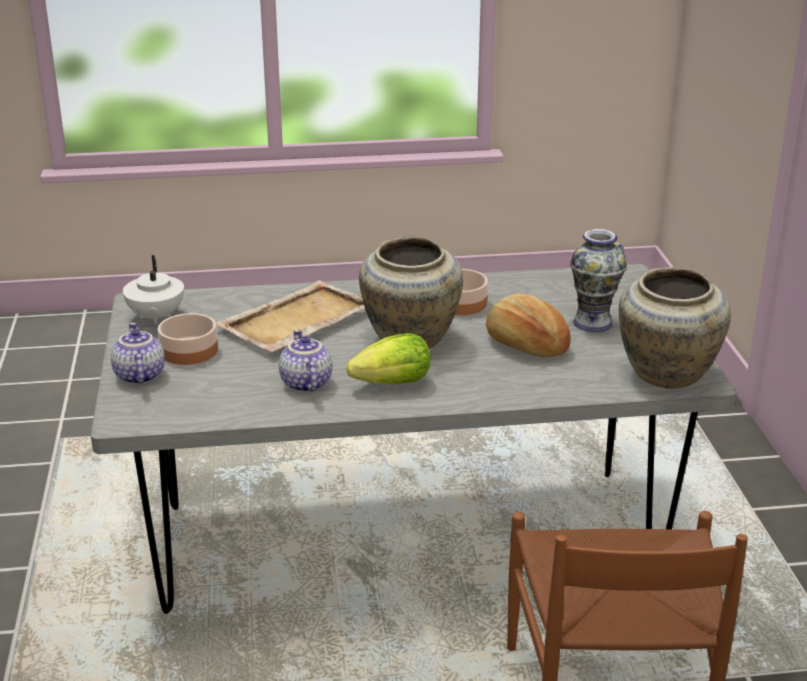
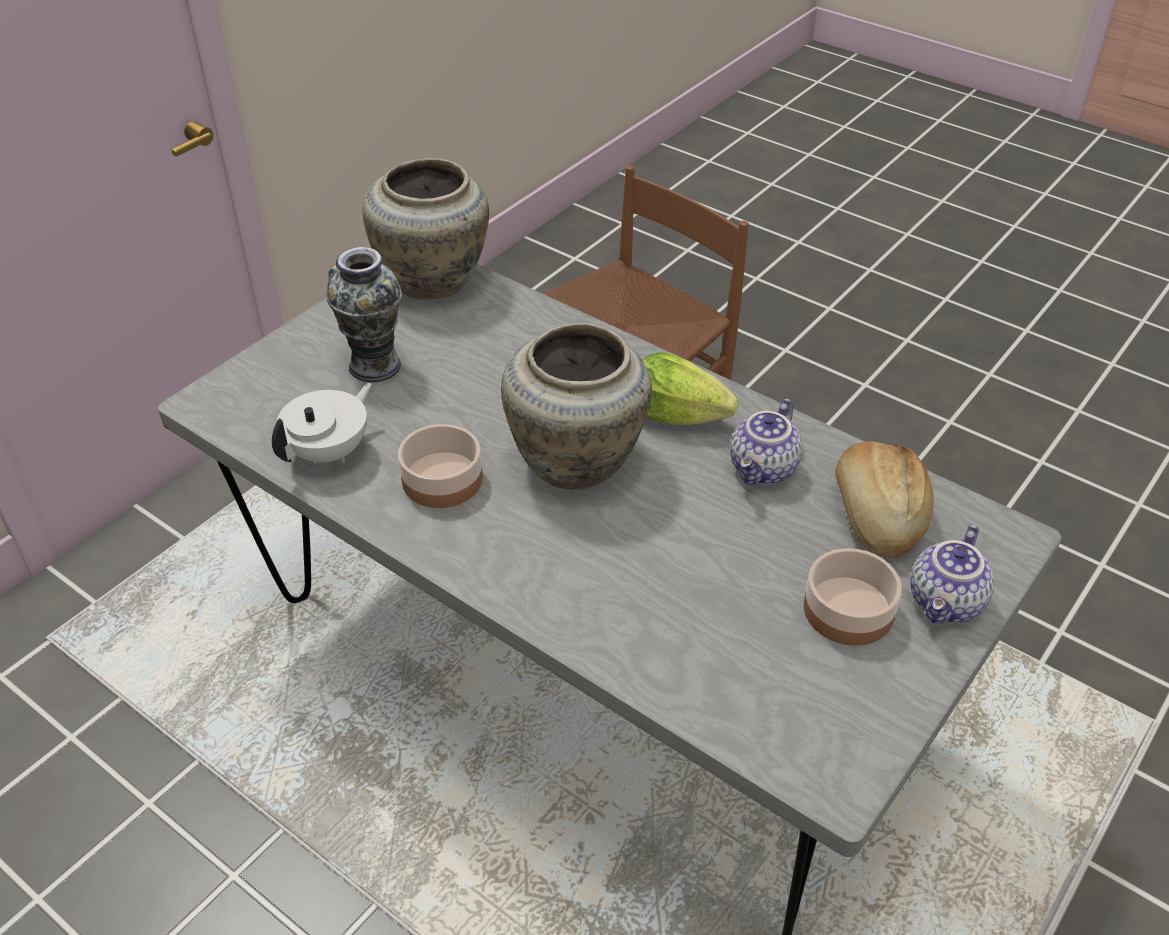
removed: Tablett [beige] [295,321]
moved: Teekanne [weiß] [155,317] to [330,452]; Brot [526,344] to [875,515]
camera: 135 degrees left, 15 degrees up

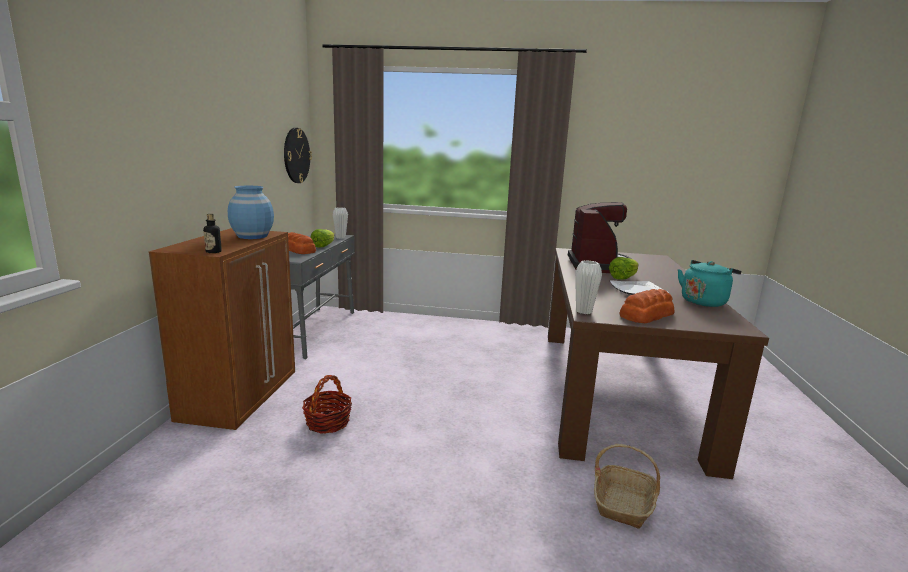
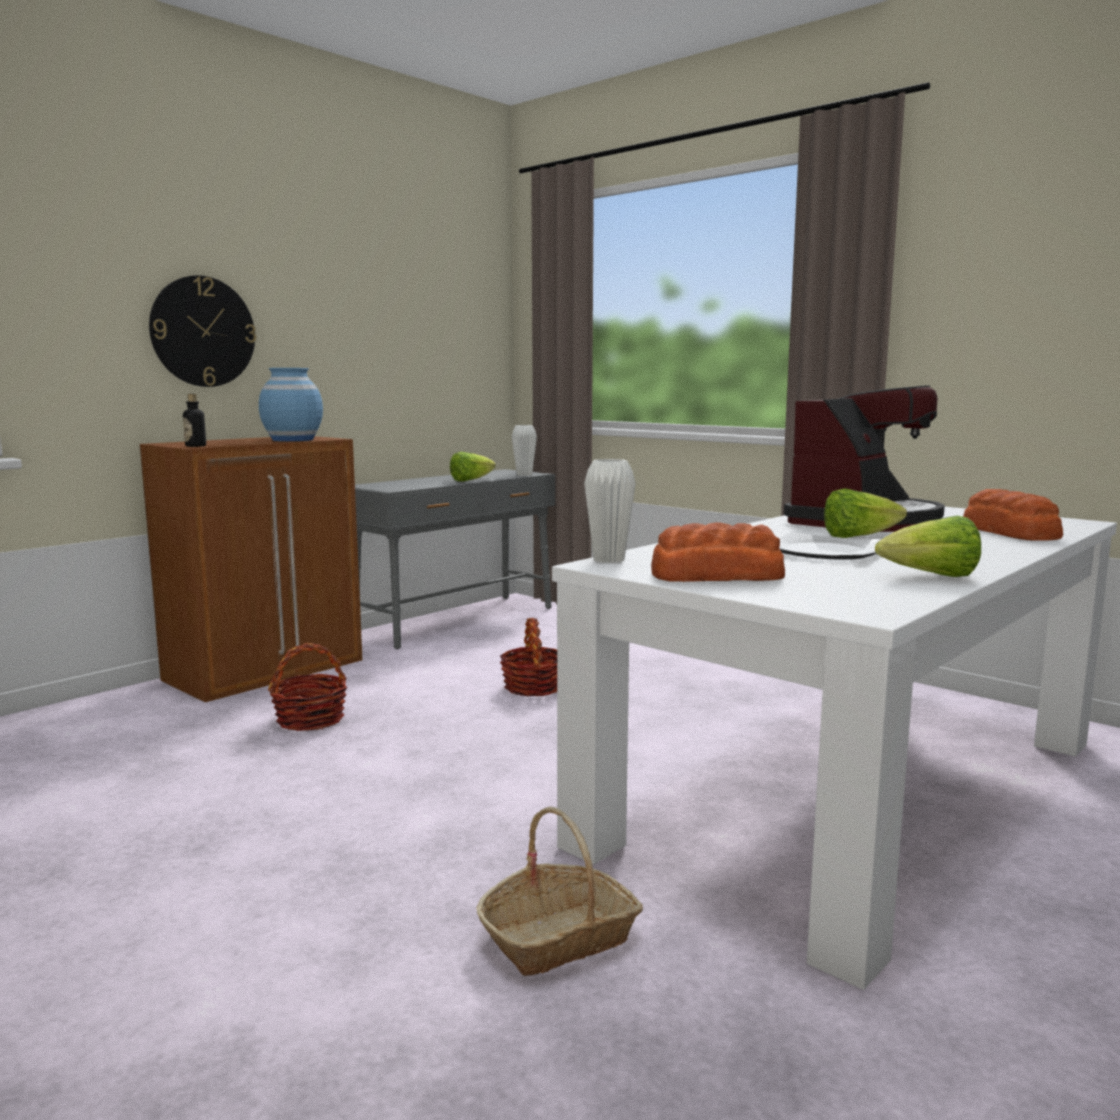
added: Korb [533,687]
moved: Wanduhr [296,155] to [203,331]; Brot [298,250] to [1010,532]
replaced: Wasserkessel [türkis] [704,301] to Salatkopf [931,577]
recoloured: Esstisch [braun] [616,389] to Esstisch [weiß] [854,790]
camera: 35 degrees right, 5 degrees down

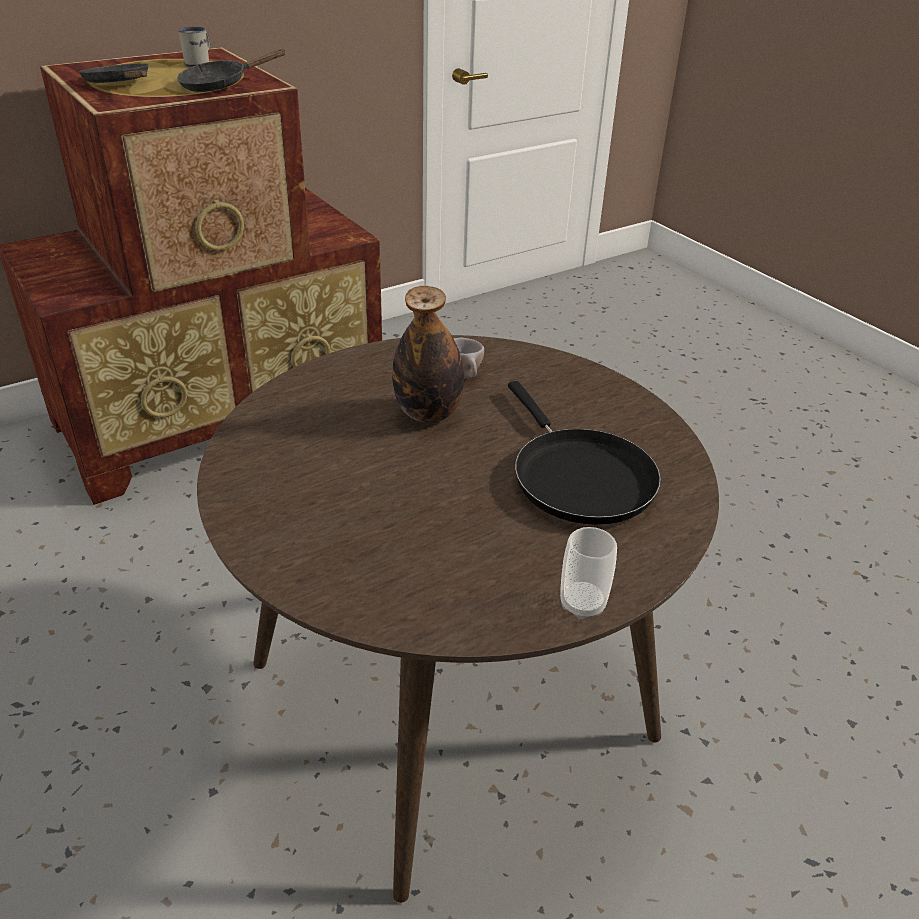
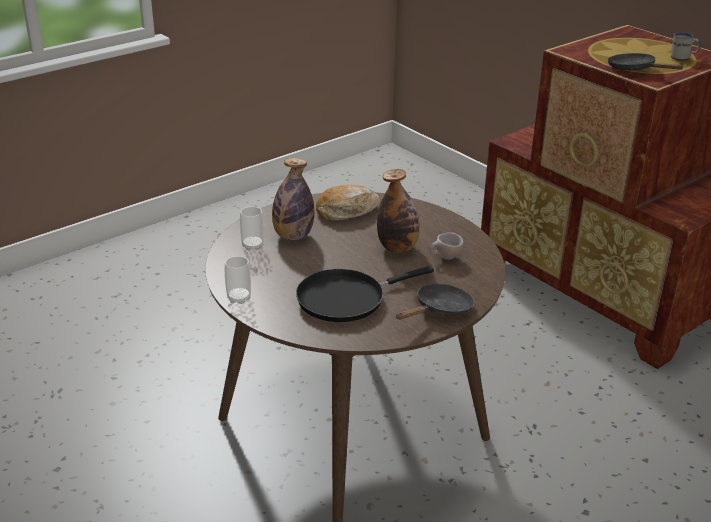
added: Tasse [252,246]; Flasche [293,236]; Brot [346,211]
moved: Pfanne [schwarz] [120,84] to [440,310]
camera: 85 degrees right, 5 degrees down

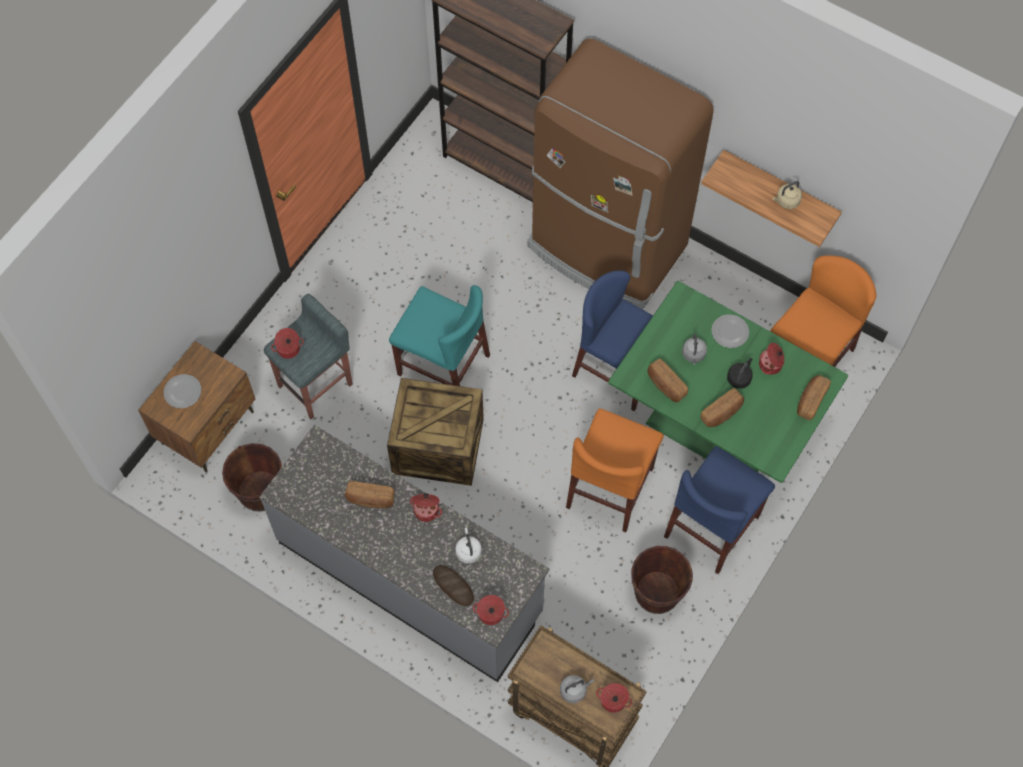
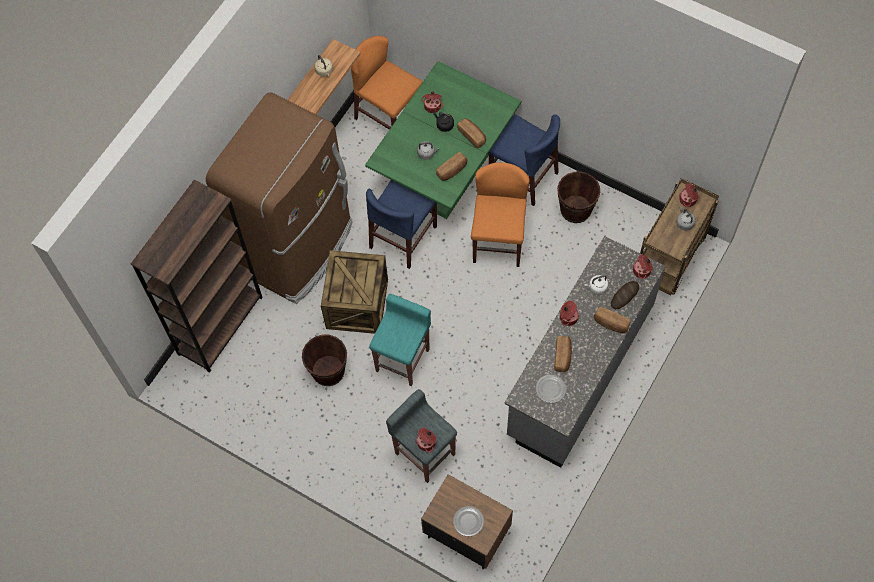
moved: Eimer [braun] [260,491] to [328,371]; Kiste [437,447] to [358,304]; Teller [730,332] to [550,389]; Brot [810,400] to [611,324]
replaced: Stuhl [türkis] [443,365] to Hocker [türkis] [403,359]
turned: Stuhl [orange] [610,487] = [498,240] 105 degrees counterclockwise
camera: 90 degrees left, 0 degrees up

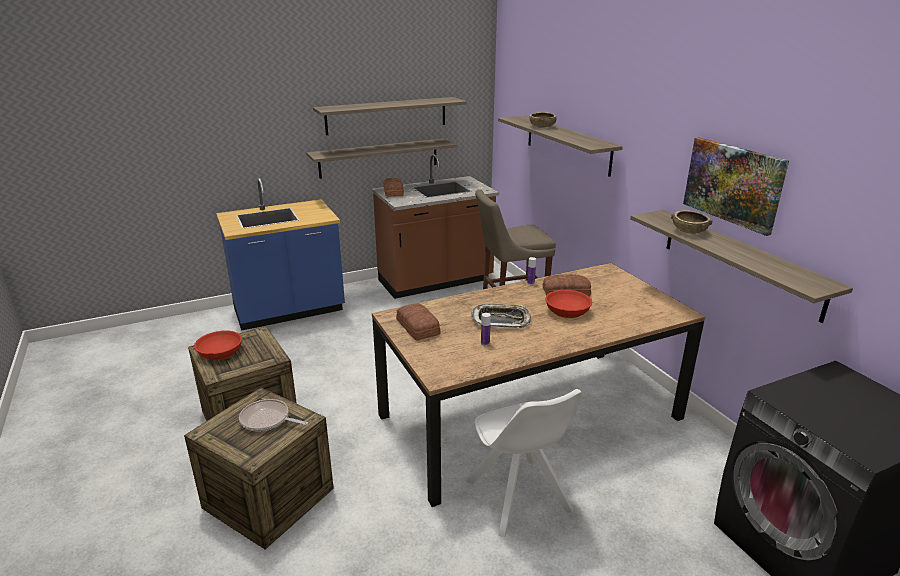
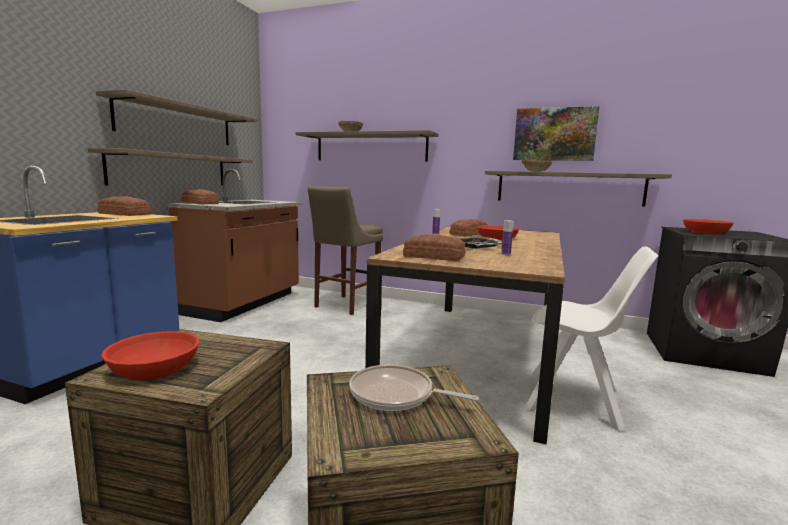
added: Brot [124,214]; Schüssel [rot] [705,232]
turned: Pfanne [267,420] = [396,395] 45 degrees clockwise
camera: 45 degrees left, 15 degrees down

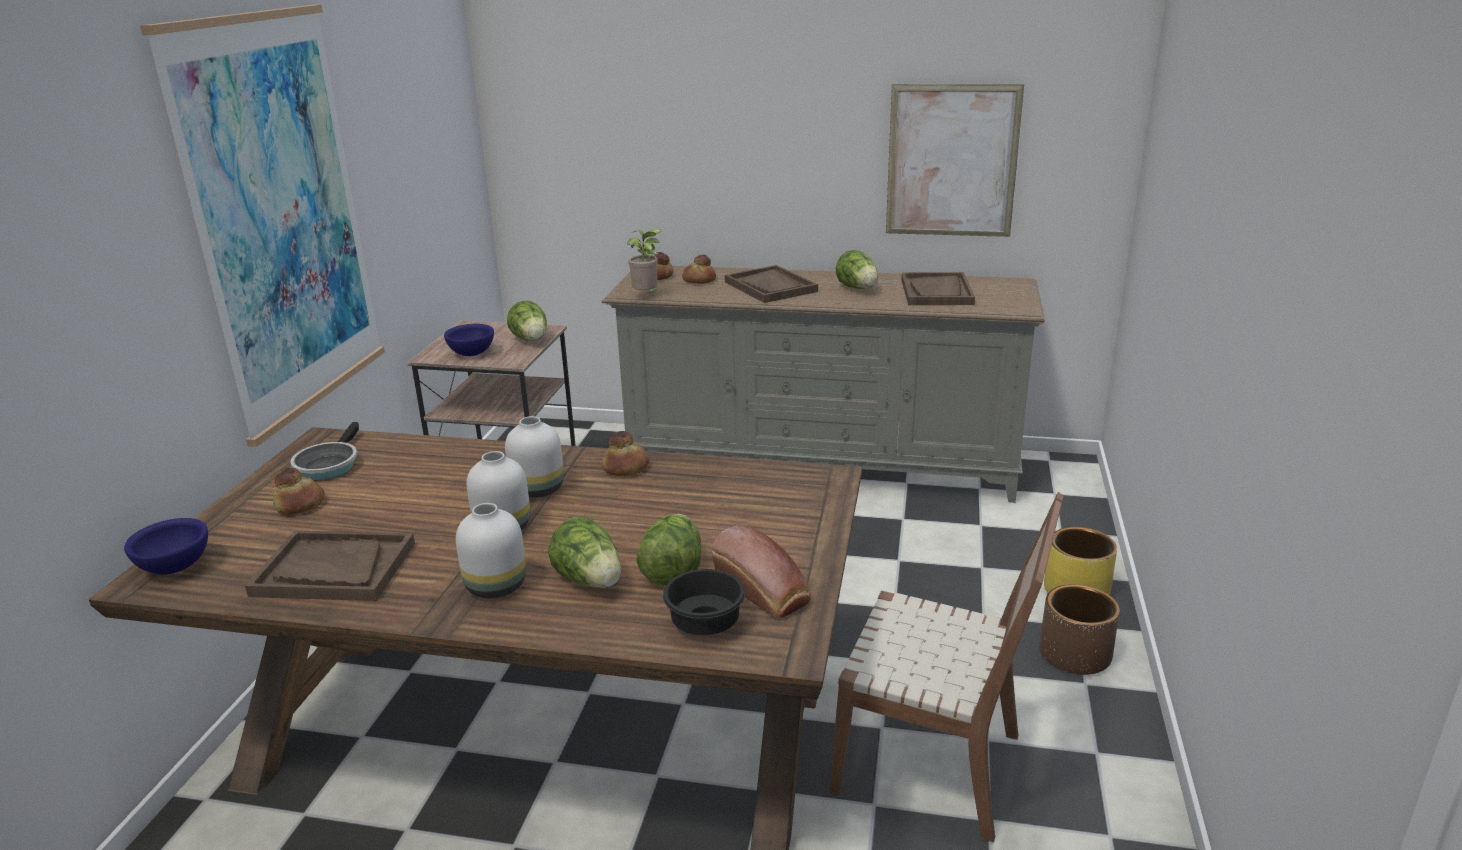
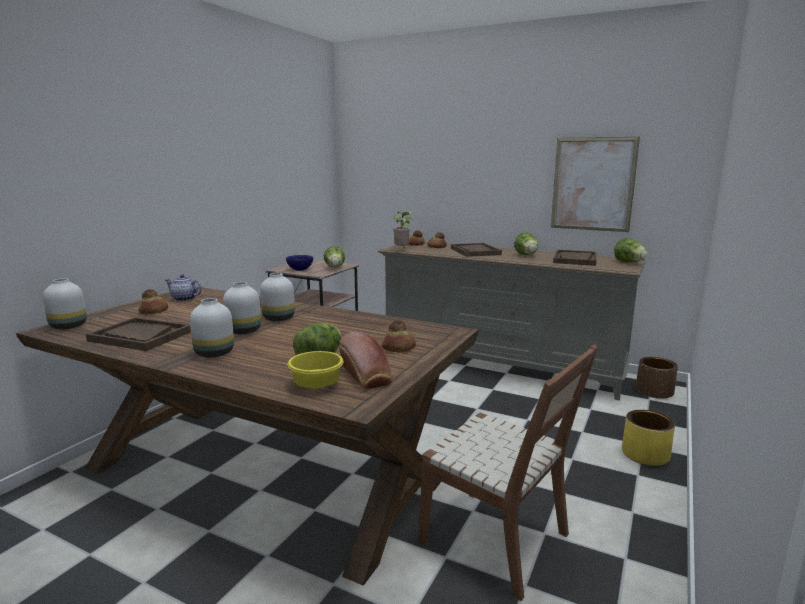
removed: Bild [280,219]
moved: Salatkopf [590,580] to [630,262]; Brot [626,467] to [399,347]; Pflanzkübel [braun] [1074,655] to [654,392]
replaced: Schüssel [blau] [174,567] to Vase [weiß] [68,326]; Pfanne [328,465] to Teekanne [184,299]
recoloured: Schüssel [schwarz] [704,622] to Schüssel [gelb] [316,384]
camera: 15 degrees right, 10 degrees down

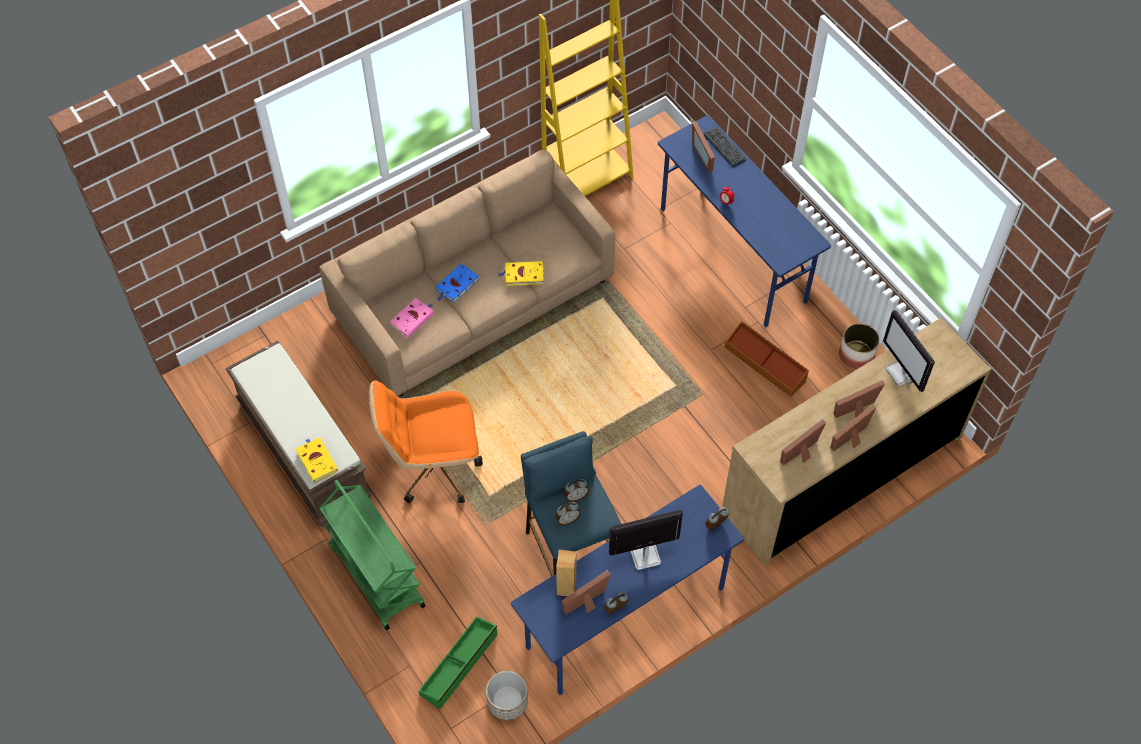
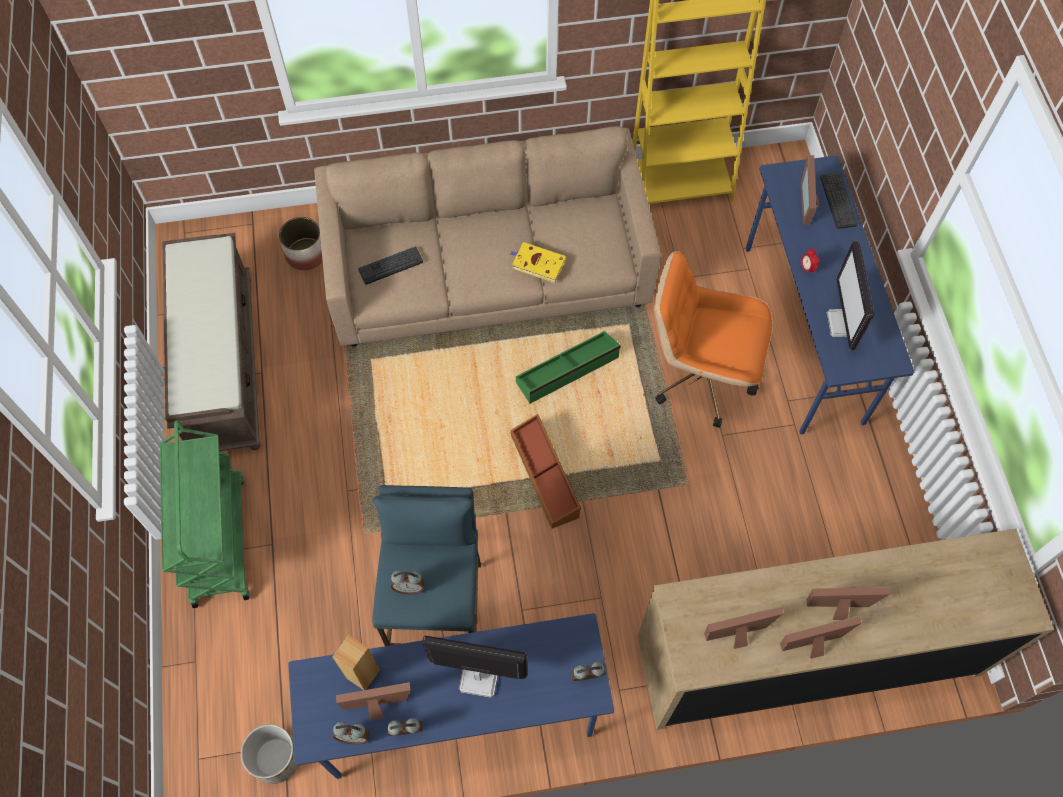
removed: Buch [gelb] [316,460]; Buch [blau] [456,285]
moved: Bürostuhl [orange] [433,470] to [699,379]; Aufbewahrungsbox [grün] [459,665] to [568,371]; Wecker [576,496] to [354,736]; Aufbewahrungsbox [braun] [765,363] to [545,475]; Pflanzkübel [856,355] to [306,254]; Monitor [902,373] to [844,324]
replaced: Buch [rosa] [413,319] to Tastatur [390,266]
camera: 25 degrees right, 5 degrees up

